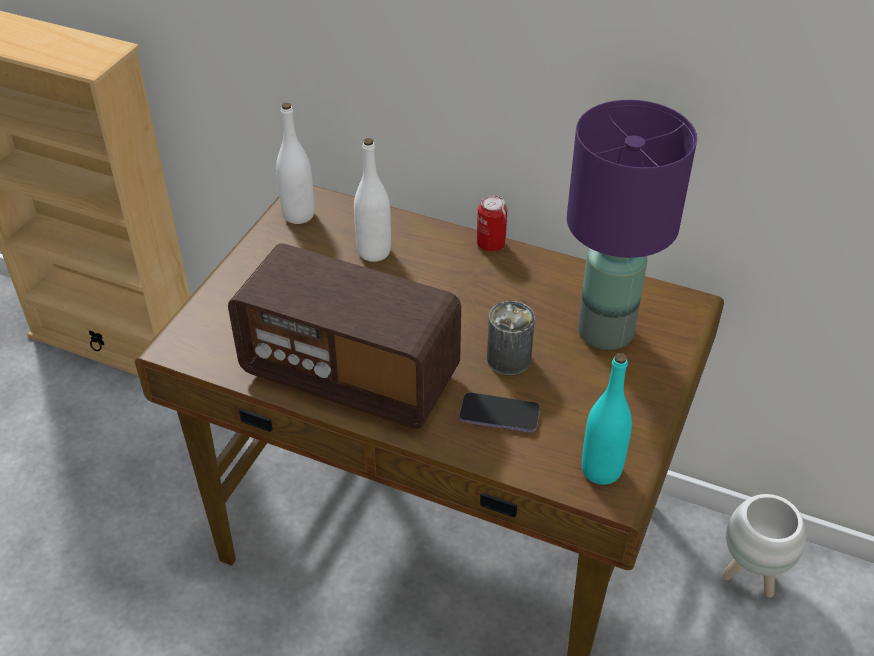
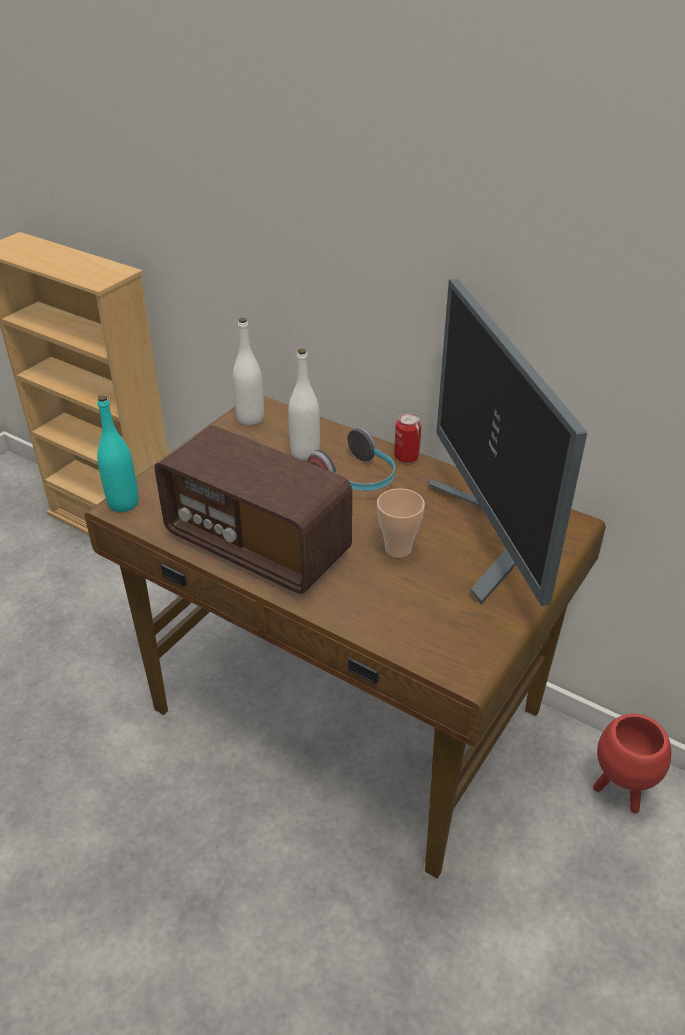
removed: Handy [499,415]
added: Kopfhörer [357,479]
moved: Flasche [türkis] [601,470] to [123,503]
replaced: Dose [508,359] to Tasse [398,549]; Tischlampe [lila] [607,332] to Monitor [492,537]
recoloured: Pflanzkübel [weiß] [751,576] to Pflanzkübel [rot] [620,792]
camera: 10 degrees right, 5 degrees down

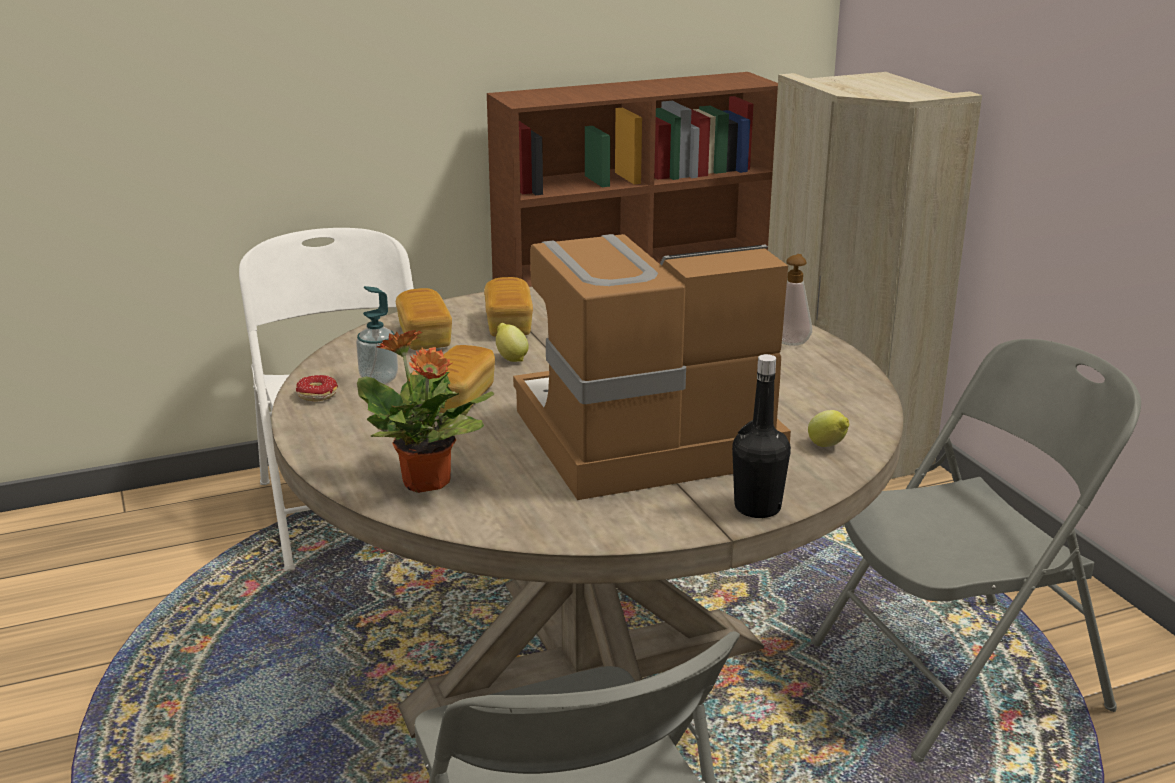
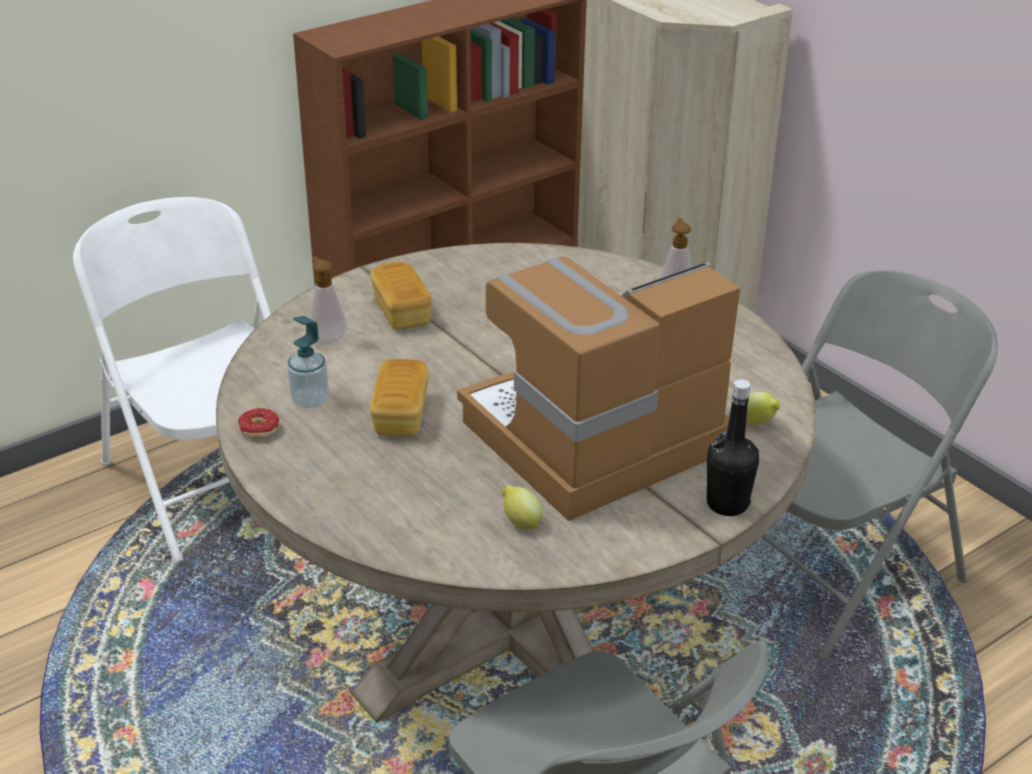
removed: Topfpflanze [427,483]
moved: Zitrone [511,358] to [520,522]
replaced: Brot [424,338] to Seifenspender [327,339]
camera: 15 degrees left, 10 degrees up

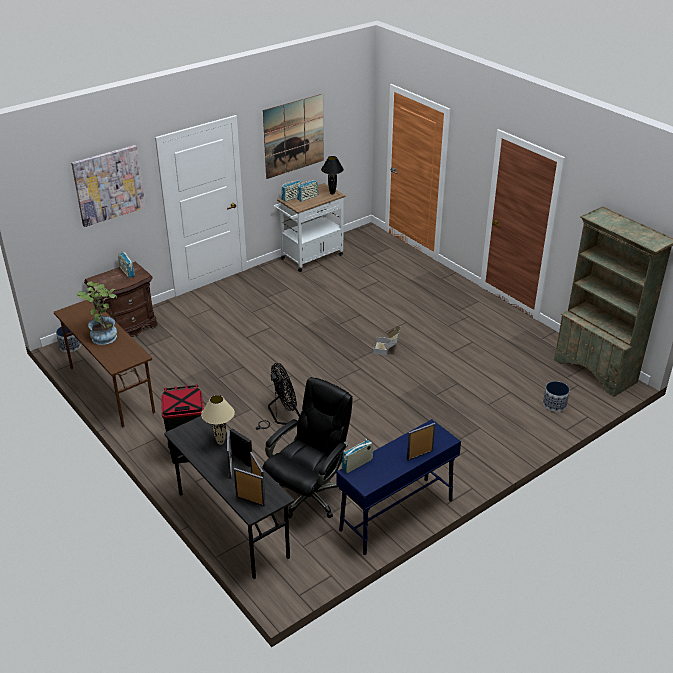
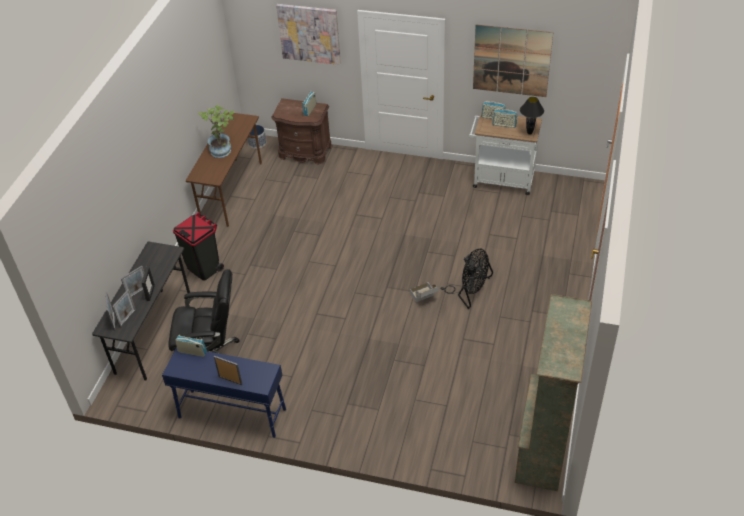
removed: Tischlampe [beige] [221,442]; Pflanzkübel [554,405]
moved: Ventilator [schwarz] [280,414] to [469,290]
camera: 55 degrees right, 10 degrees up

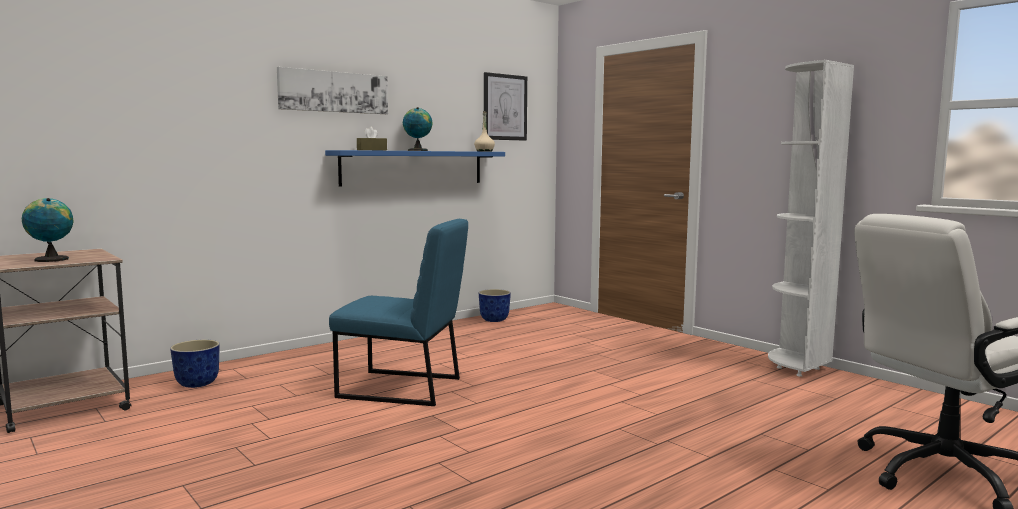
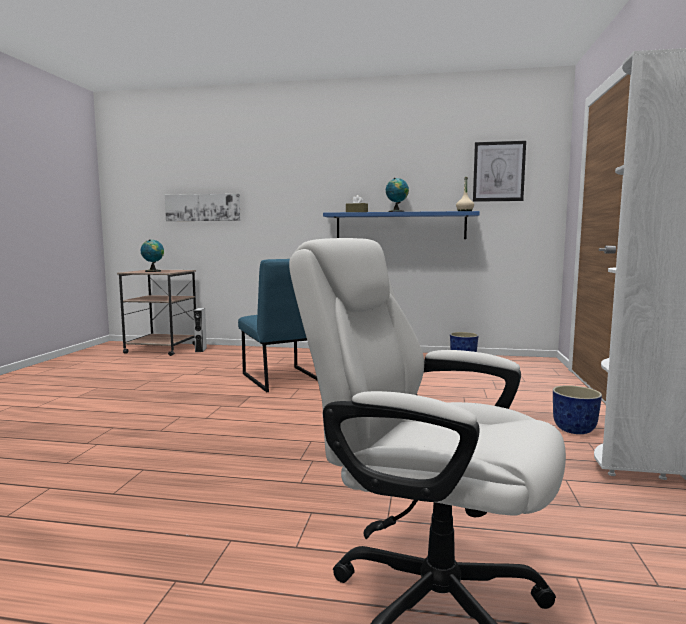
added: Lautsprecher [grau] [200,349]
moved: Pflanzkübel [196,384] to [573,430]; Bild [334,92] to [203,207]
camera: 50 degrees right, 0 degrees up

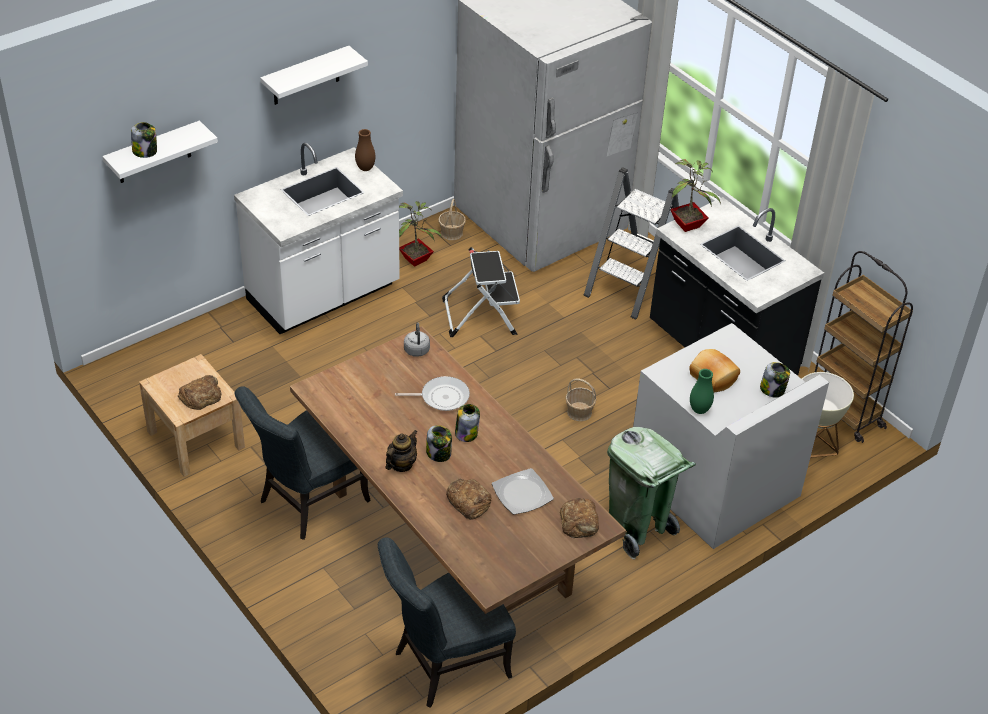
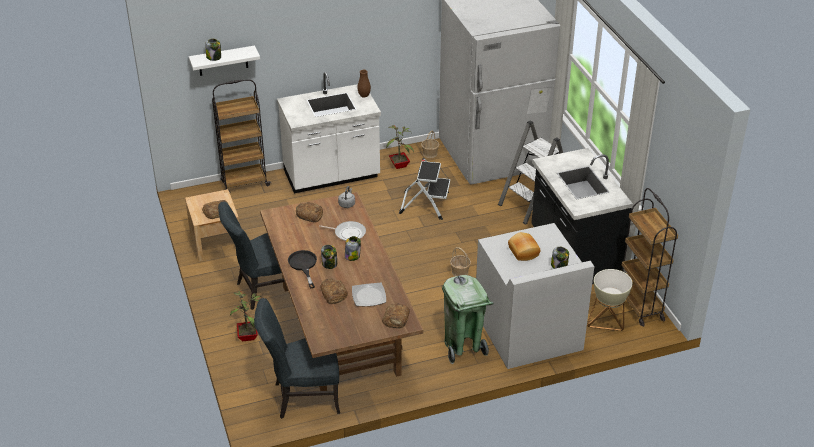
removed: Wandregal [weiß] [306,76]; Vase [grün] [699,410]
added: Rollwagen [braun] [245,184]; Brot [309,214]
moved: Topfpflanze [689,225] to [249,336]
replaced: Teekanne [401,464] to Pfanne [schwarz] [303,265]
camera: 20 degrees right, 5 degrees down

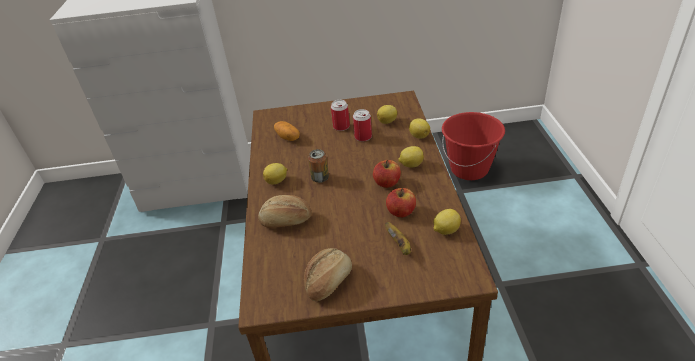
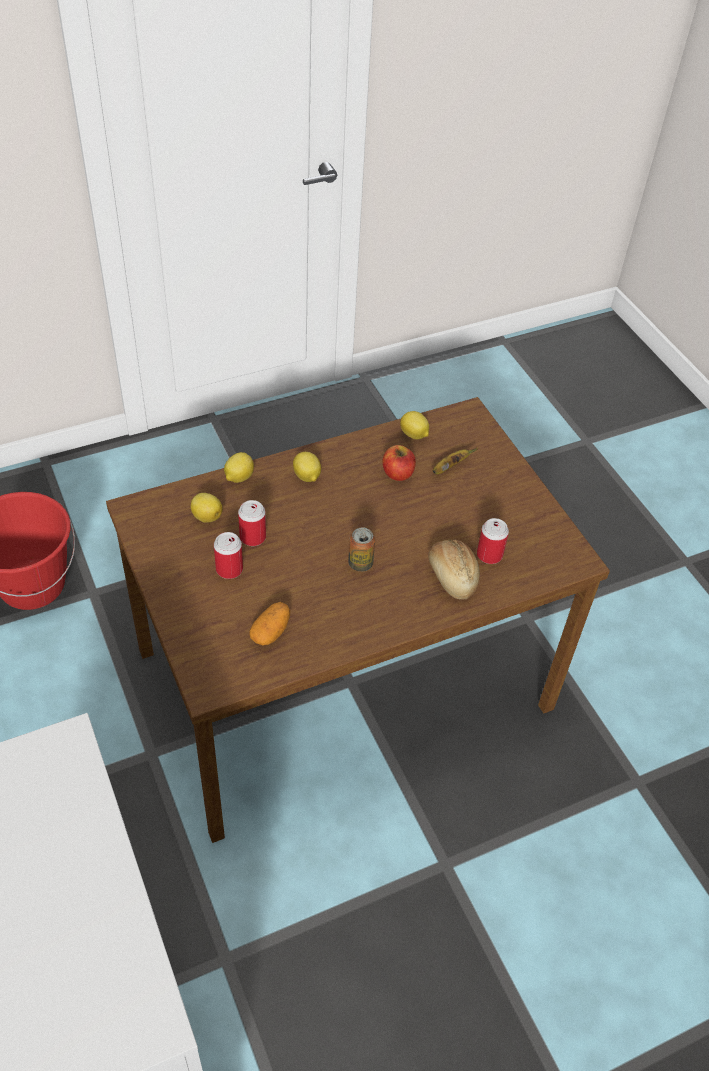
removed: Zitrone [277,181]; Brot [328,281]; Apfel [387,183]
added: Dose [489,555]
camera: 115 degrees left, 10 degrees up

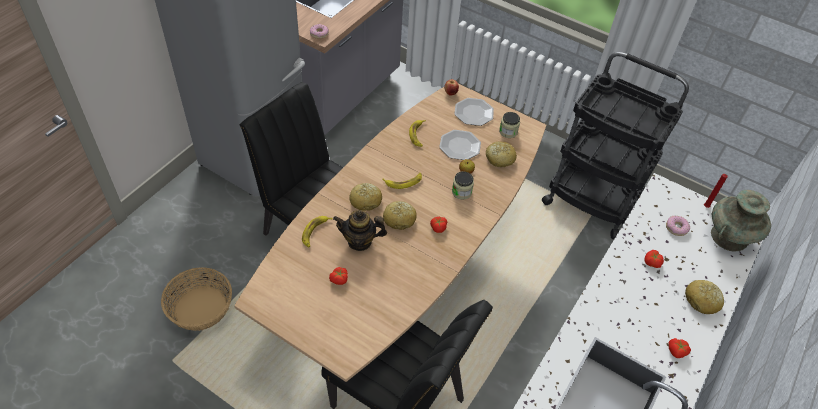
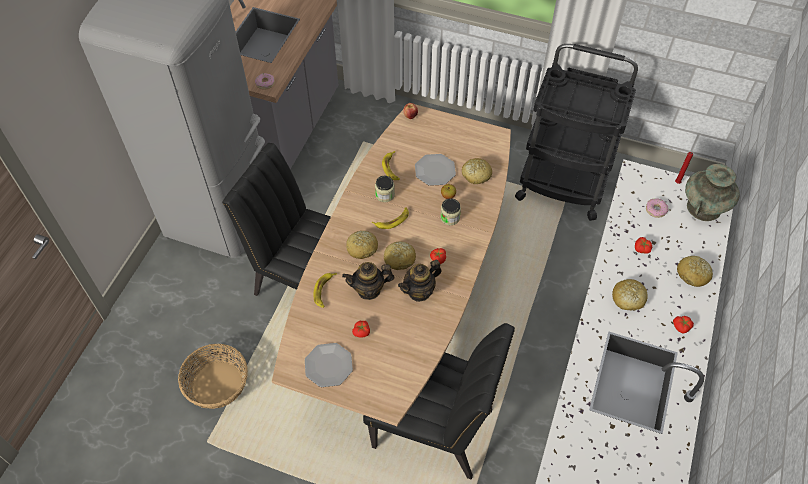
added: Teekanne [419,291]; Brot [628,298]
moved: Teller [473,112] to [328,365]; Vorratsglas [508,132] to [385,195]
camera: 10 degrees left, 5 degrees up

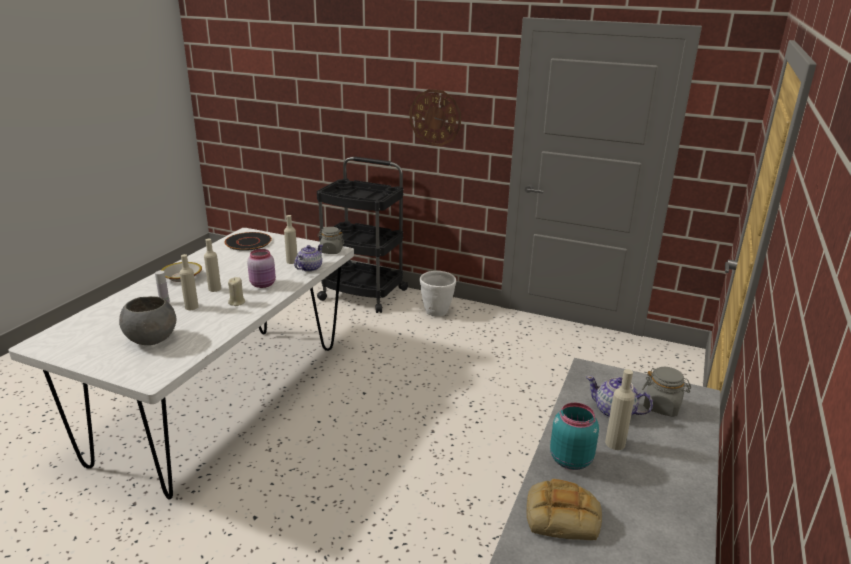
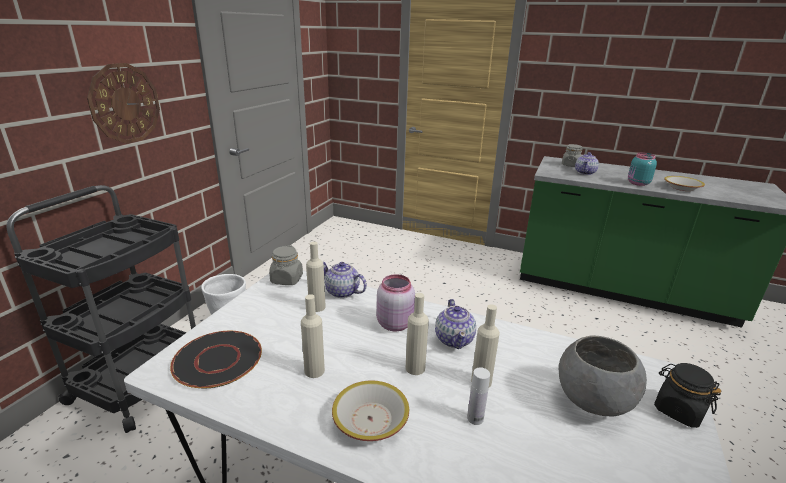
added: Vorratsglas [schwarz] [678,410]
moved: Flasche [beige] [615,443] to [314,371]
replaced: Kerze [beige] [237,302] to Teekanne [454,339]; Brot [563,516] to Schüssel [681,188]
camera: 90 degrees left, 0 degrees up

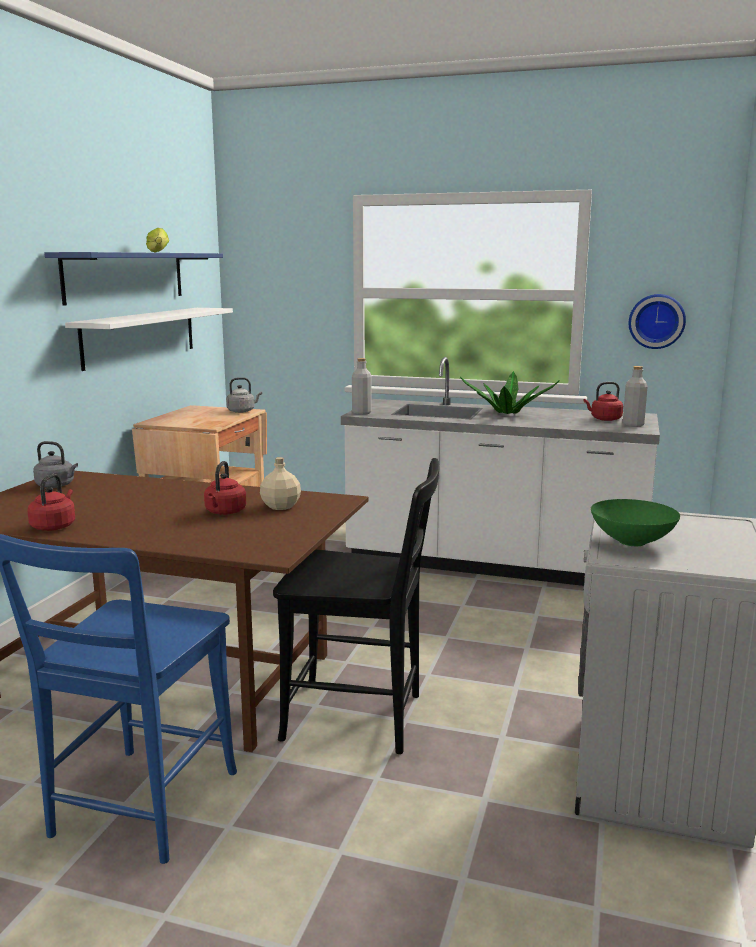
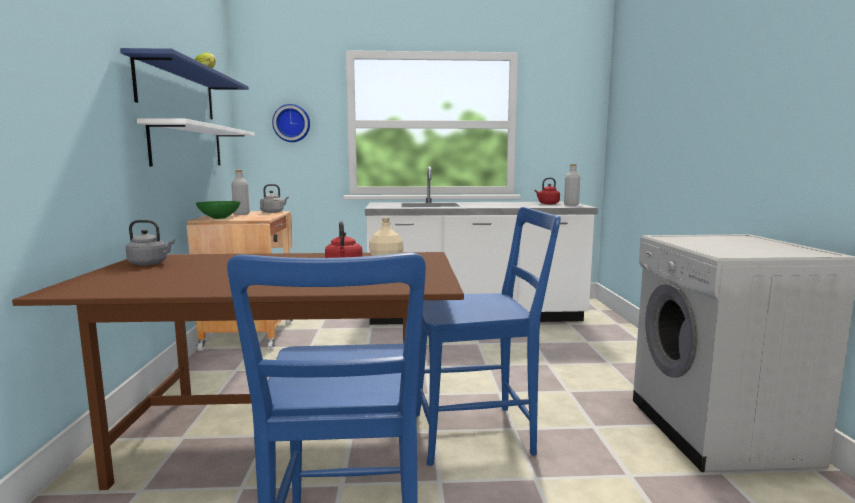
removed: Wasserkessel [rot] [54,526]; Topfpflanze [507,413]
moved: Flasche [grau] [361,413] to [241,214]; Schüssel [grün] [632,542] to [219,218]; Wanduhr [656,321] to [292,123]
recoloured: Stuhl [schwarz] [361,718] to Stuhl [blau] [479,433]
camera: 20 degrees left, 5 degrees down

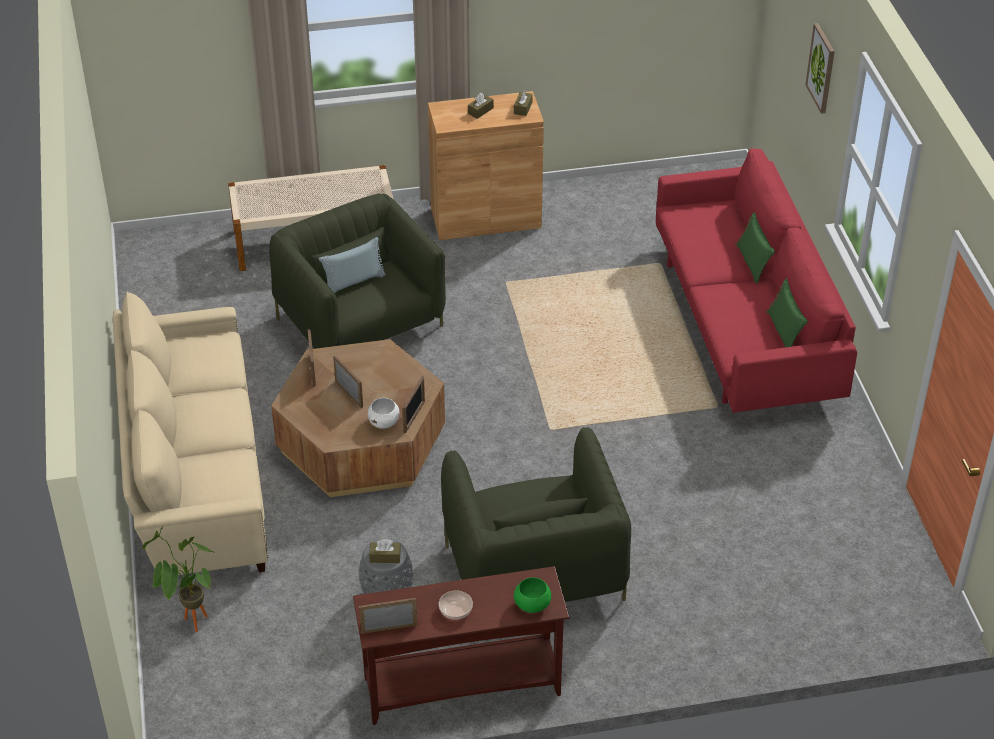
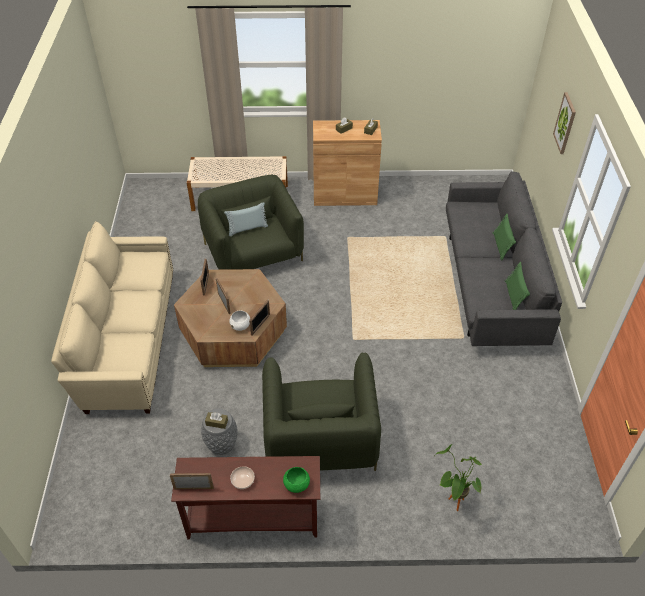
moved: Topfpflanze [190,624] to [452,503]
recoloured: Sofa [rot] [742,325] to Sofa [grau] [490,284]
camera: 10 degrees right, 5 degrees up

